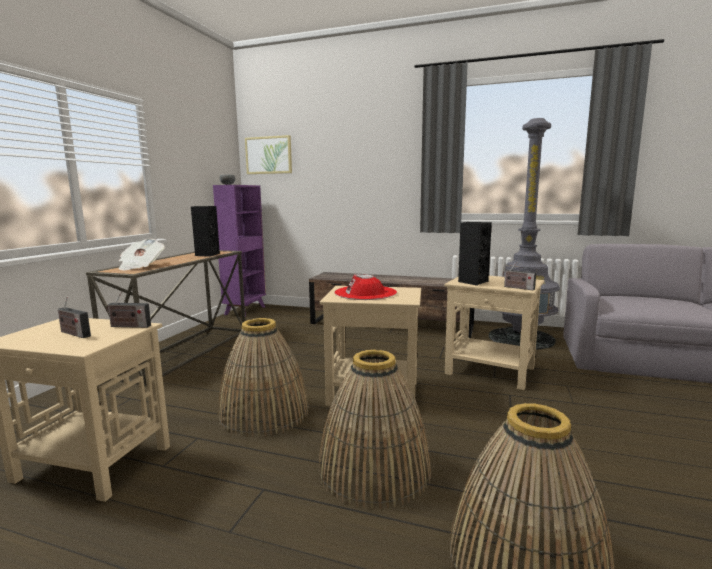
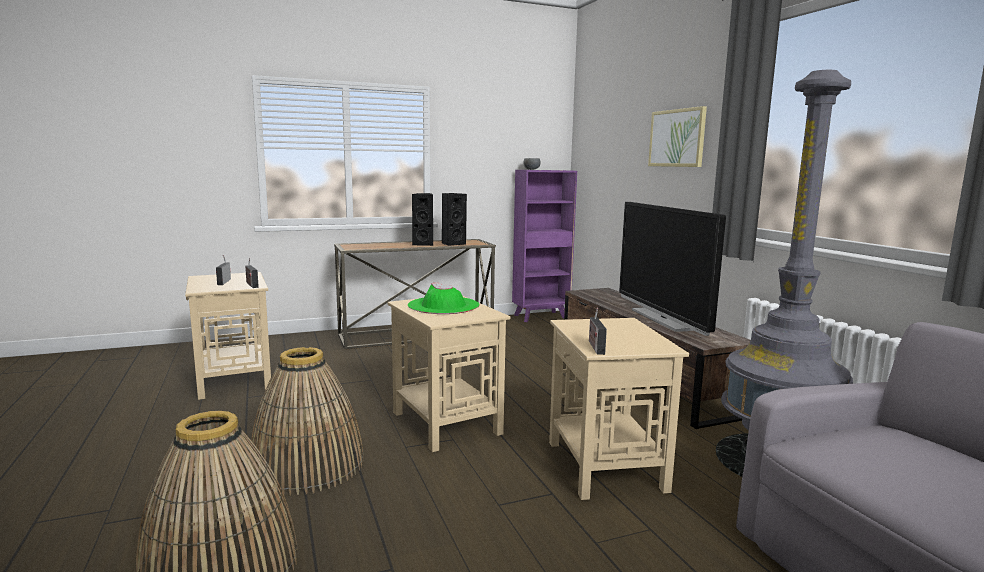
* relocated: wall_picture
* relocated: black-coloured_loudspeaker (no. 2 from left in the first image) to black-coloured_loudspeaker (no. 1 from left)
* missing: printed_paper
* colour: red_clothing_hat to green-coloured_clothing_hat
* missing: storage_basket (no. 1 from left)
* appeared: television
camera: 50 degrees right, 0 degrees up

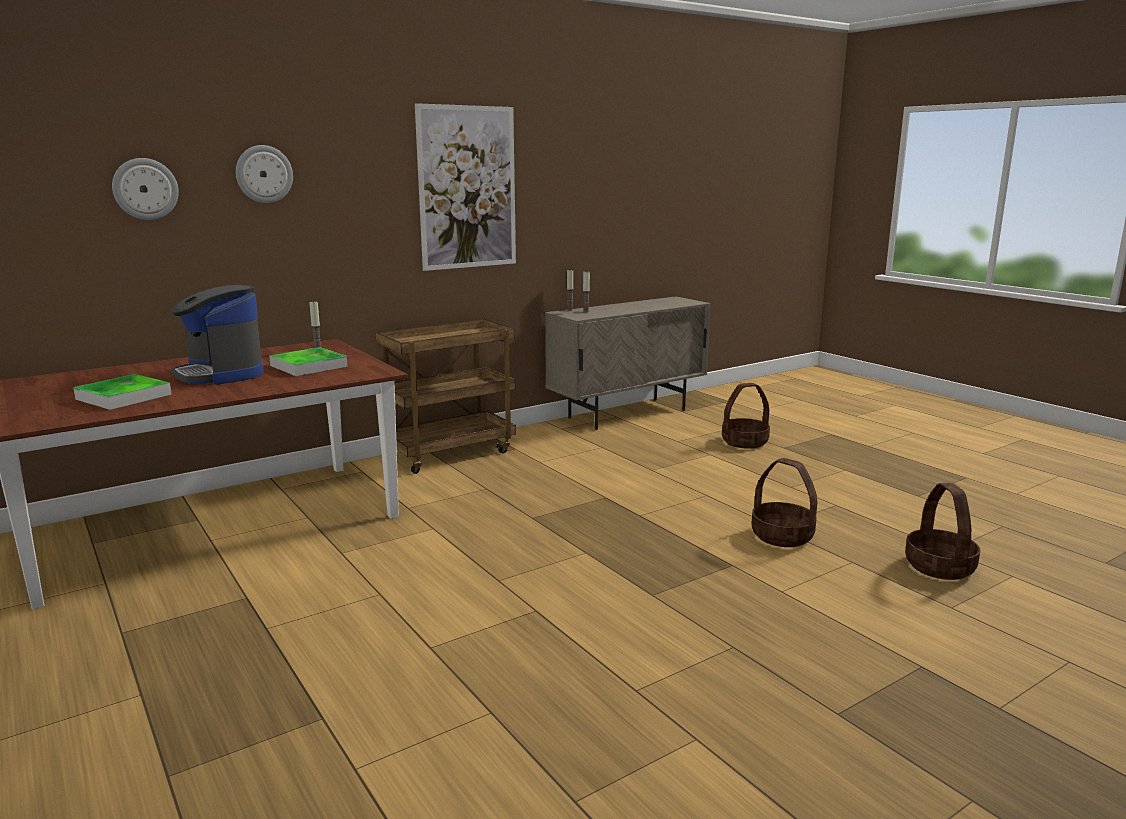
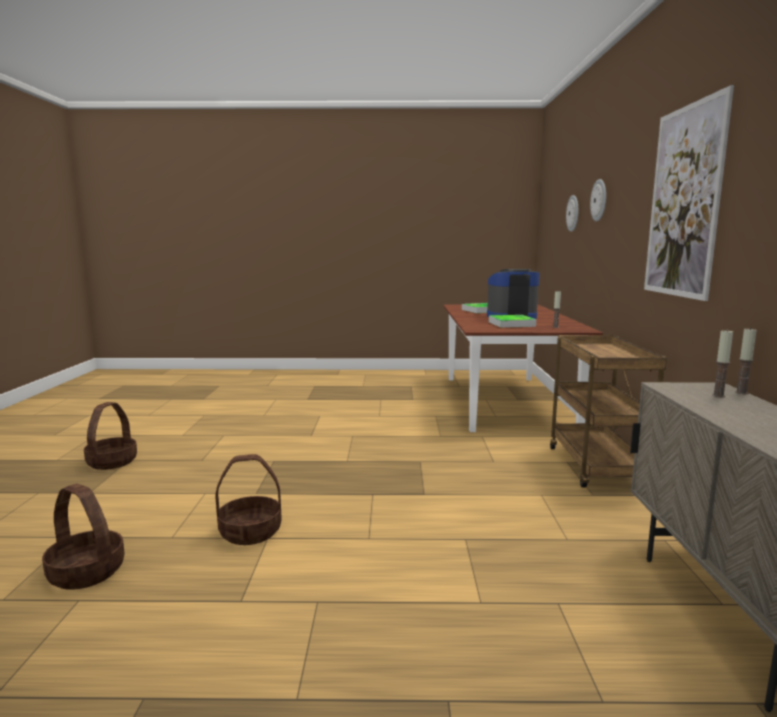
* relocated: storage_basket (no. 1 from left in the first image) to storage_basket (no. 2 from left)
camera: 125 degrees right, 5 degrees down

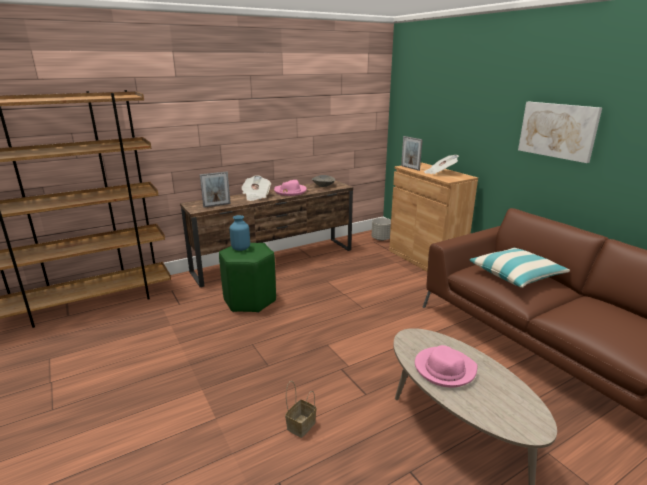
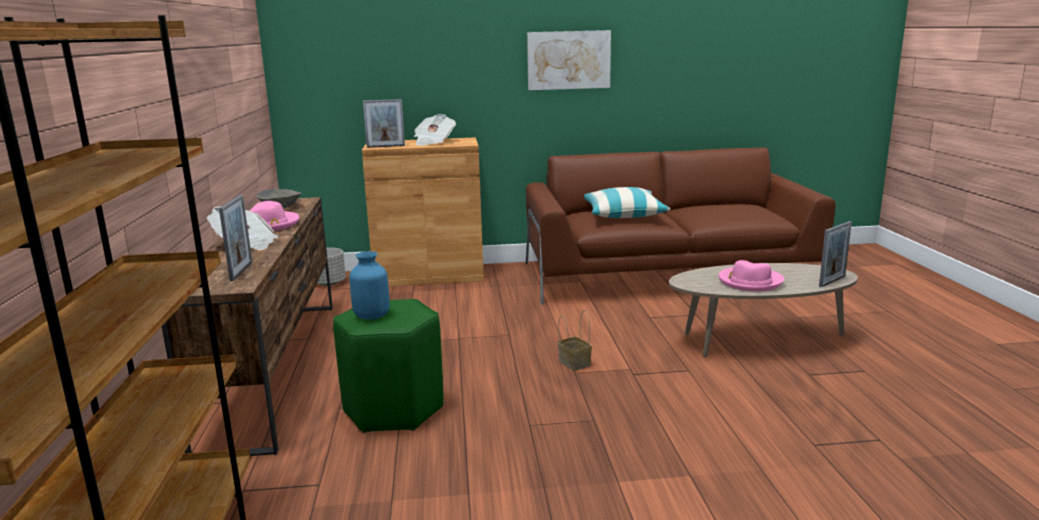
* relocated: storage_basket
* appeared: picture_frame (no. 3 from left)
camera: 65 degrees left, 5 degrees down

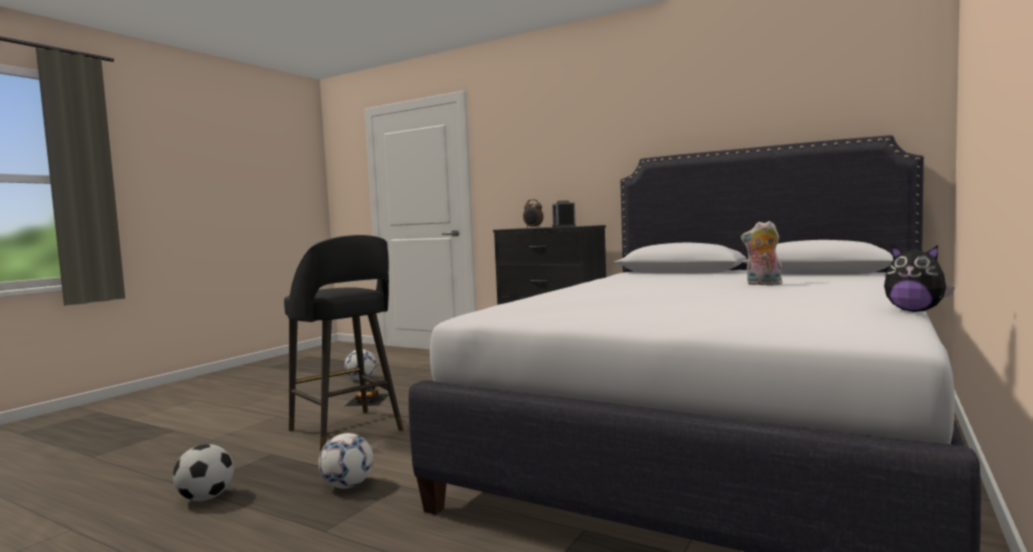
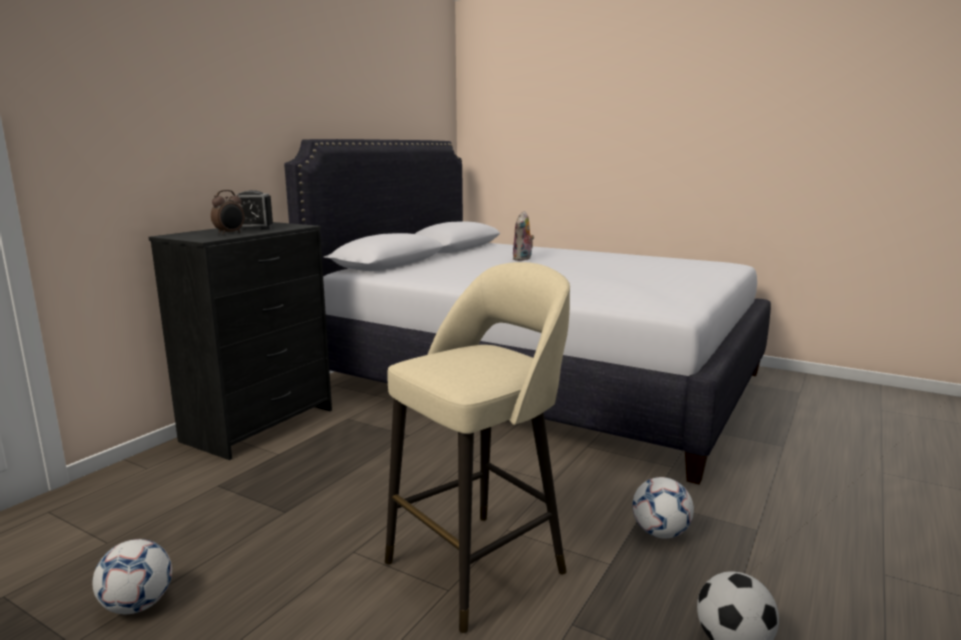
* colour: black-coloured_stool_seat to sand-coloured_stool_seat
* missing: plush_toy (no. 2 from left)
* missing: model_car
camera: 90 degrees left, 10 degrees up

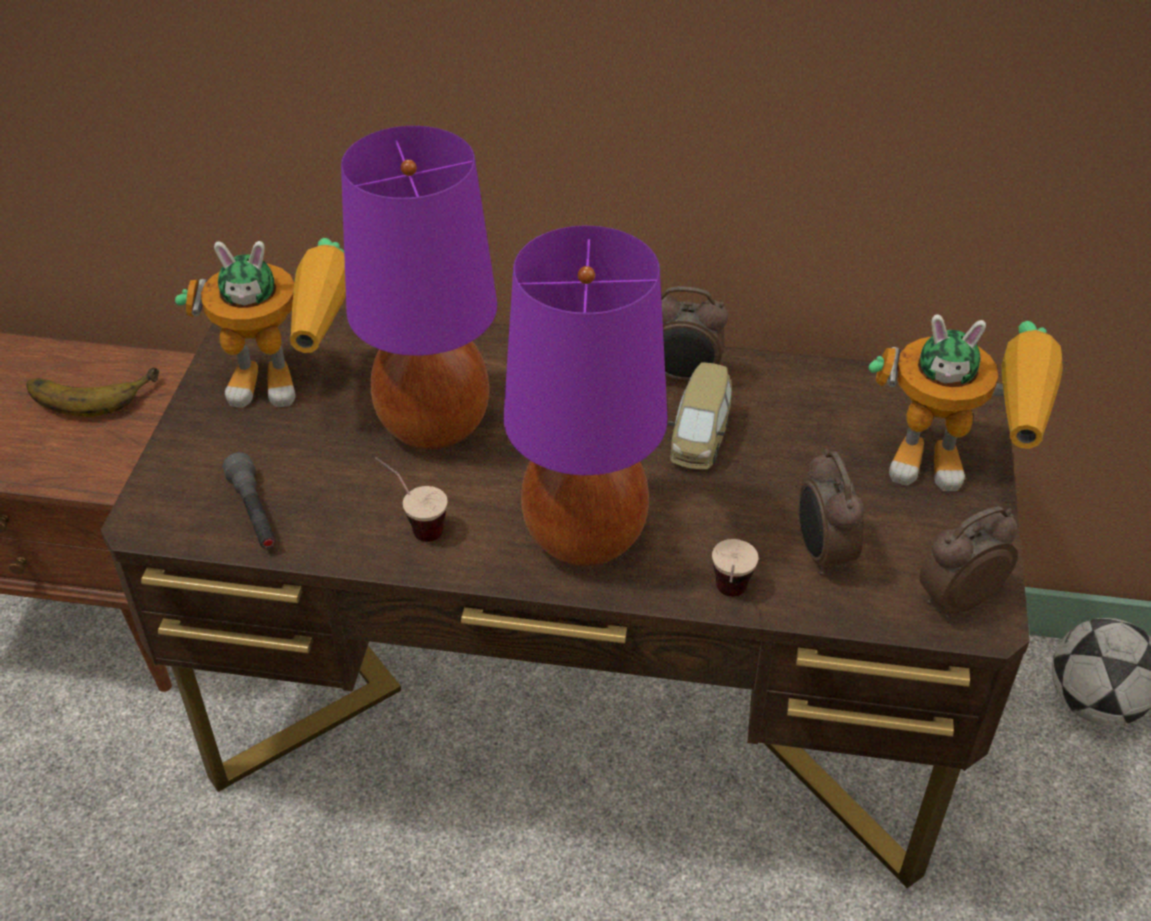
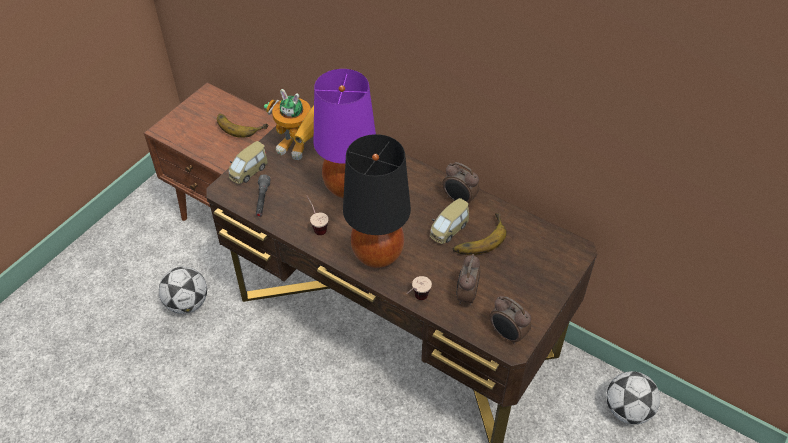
* colour: purplish_table_lamp (no. 2 from left) to black-coloured_table_lamp
* missing: model_robot (no. 2 from left)
* spun: table_clock (no. 3 from left) 135 degrees counterclockwise
* appeared: model_car (no. 1 from left)
* appeared: banana (no. 2 from left)
* appeared: ball_for_football (no. 1 from left)
camera: 25 degrees right, 5 degrees up

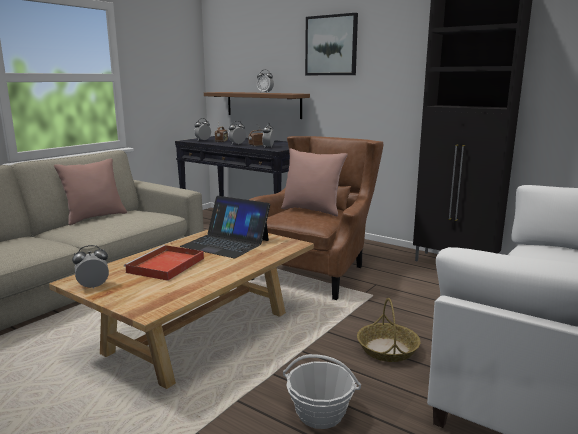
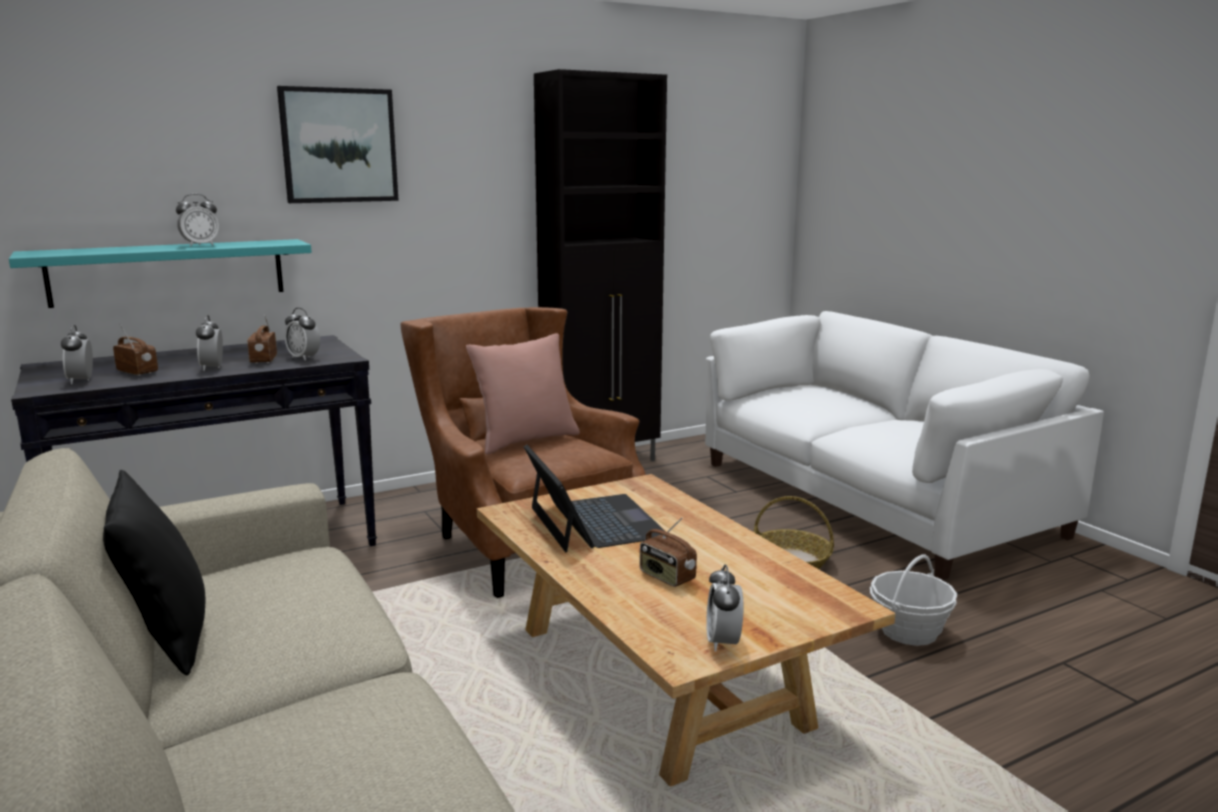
* colour: brown-coloured_wall_shelf to turquoise_wall_shelf
* colour: pink-coloured_cushion (no. 1 from left) to black-coloured_cushion
* spun: portable_computer 75 degrees counterclockwise
* exchanged: red_serving_tray to radio (no. 3 from left)
camera: 65 degrees left, 0 degrees up

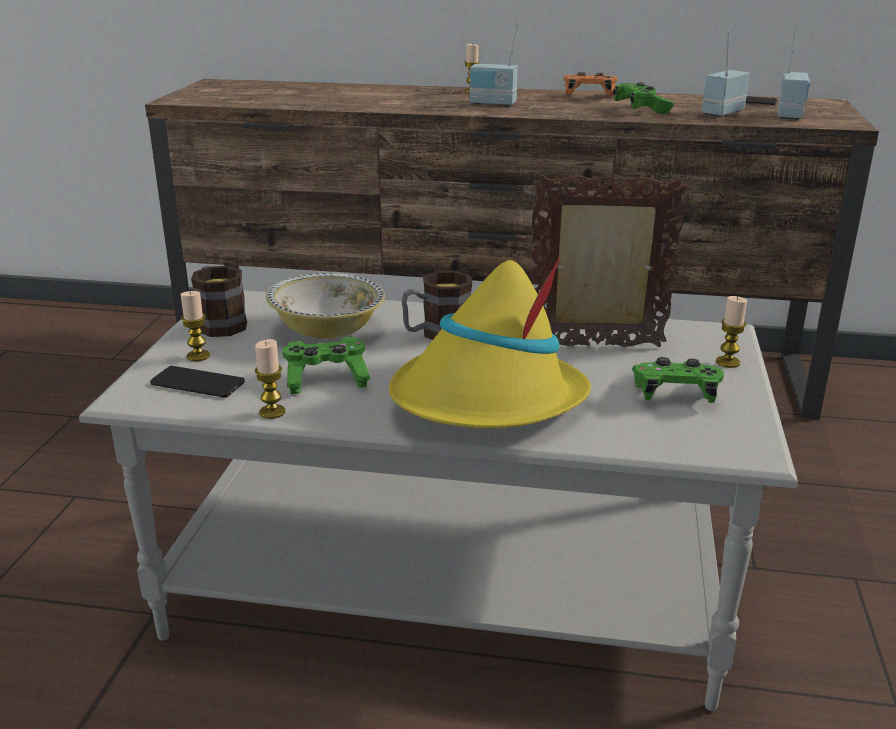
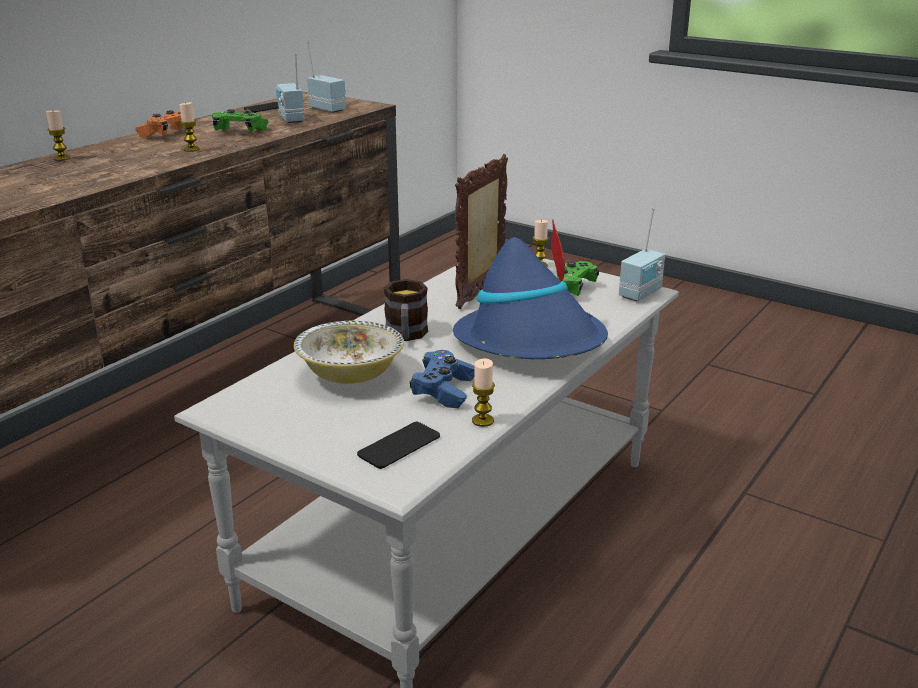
* relocated: radio (no. 1 from left in the first image) to radio (no. 3 from left)
* colour: yellow_clothing_hat to blue_clothing_hat
* missing: coffee_mug (no. 1 from left)
* relocated: candle (no. 1 from left in the first image) to candle (no. 2 from left)
* colour: green-coloured_gamepad (no. 1 from left) to blue_gamepad
camera: 65 degrees left, 0 degrees up

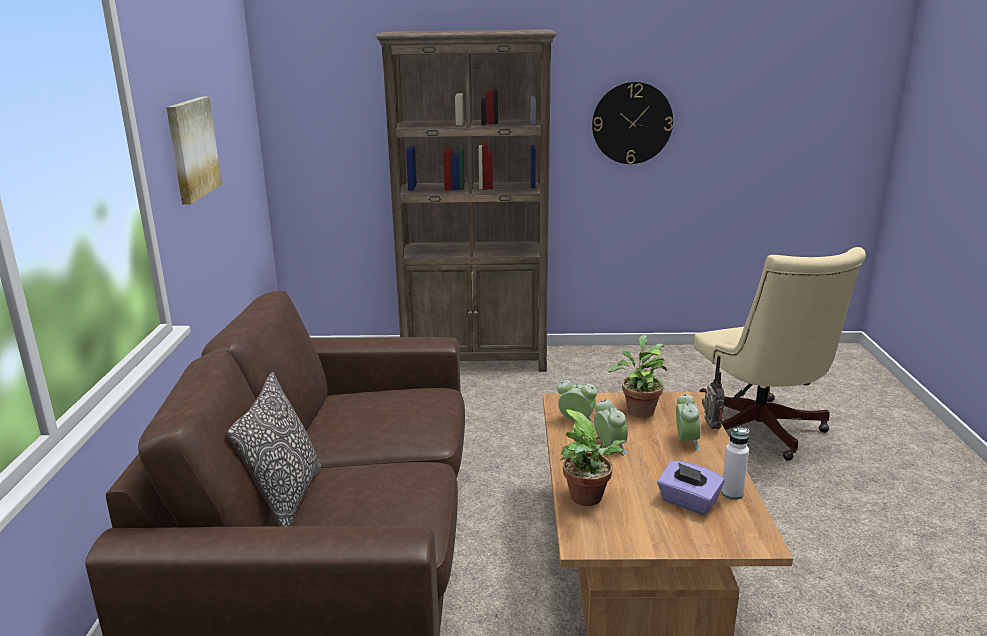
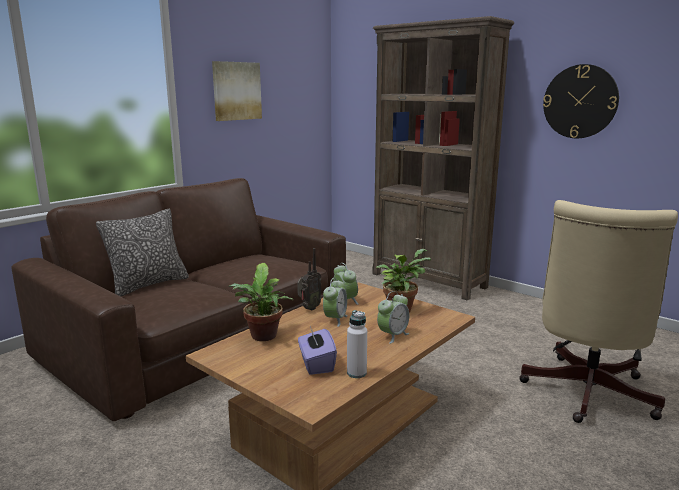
* relocated: radio
camera: 40 degrees right, 5 degrees down

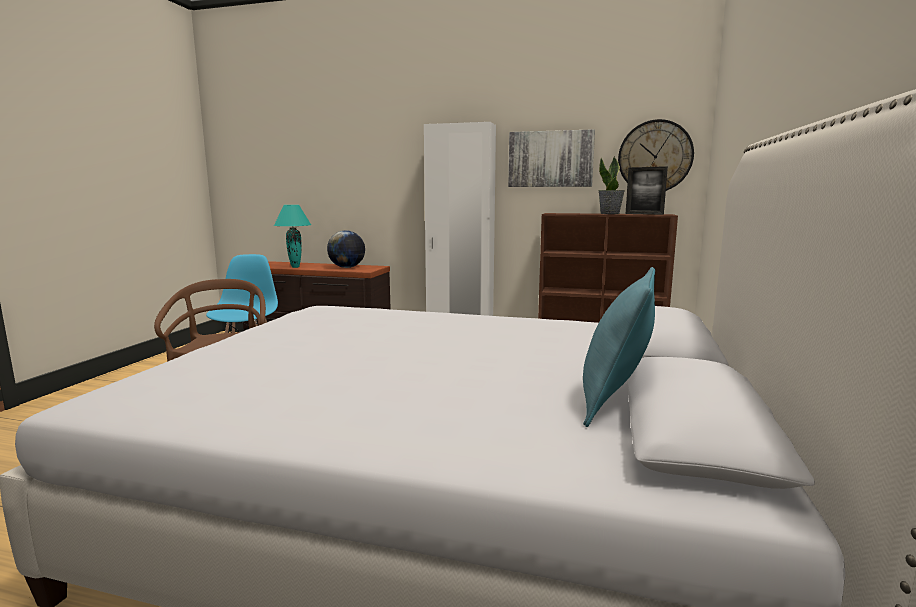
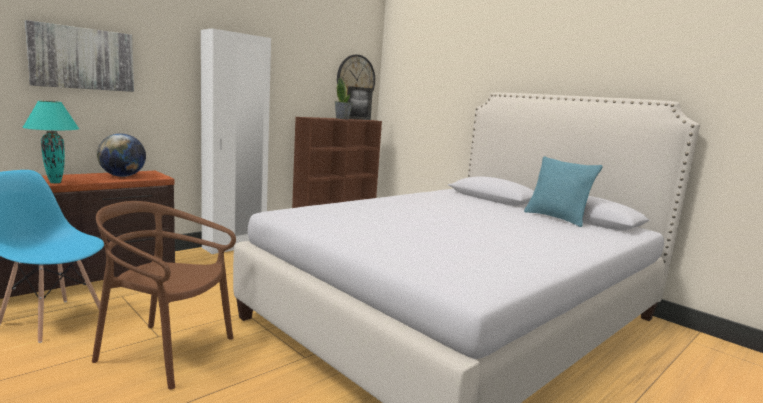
* relocated: wall_picture
camera: 60 degrees left, 0 degrees up

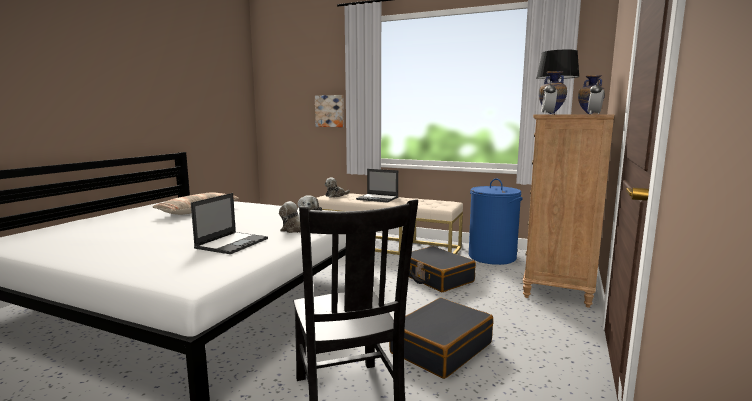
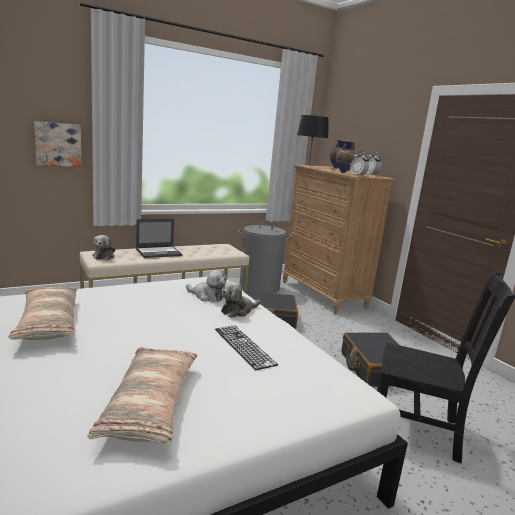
* colour: blue_laundry_basket to greyish_laundry_basket
* exchanged: portable_computer (no. 1 from left) to keyboard
* appeared: cushion (no. 2 from left)
camera: 55 degrees left, 5 degrees up

